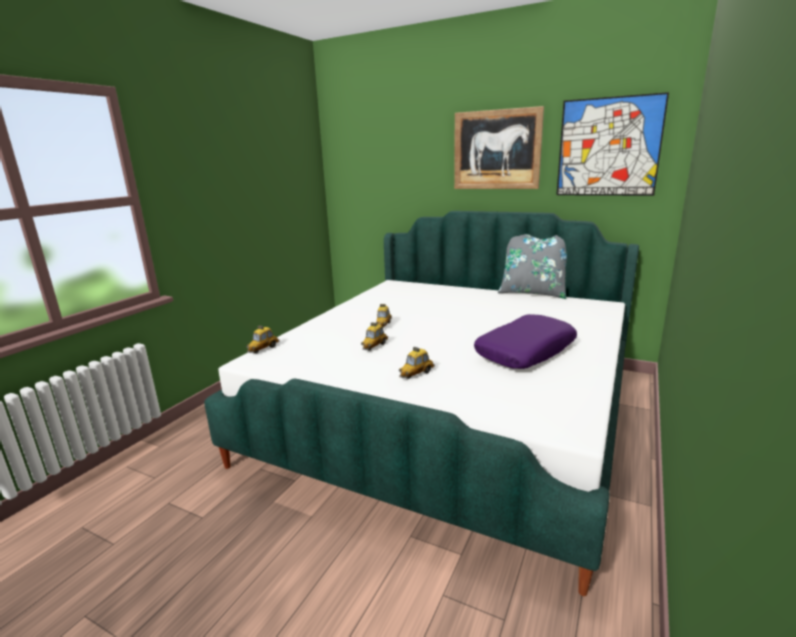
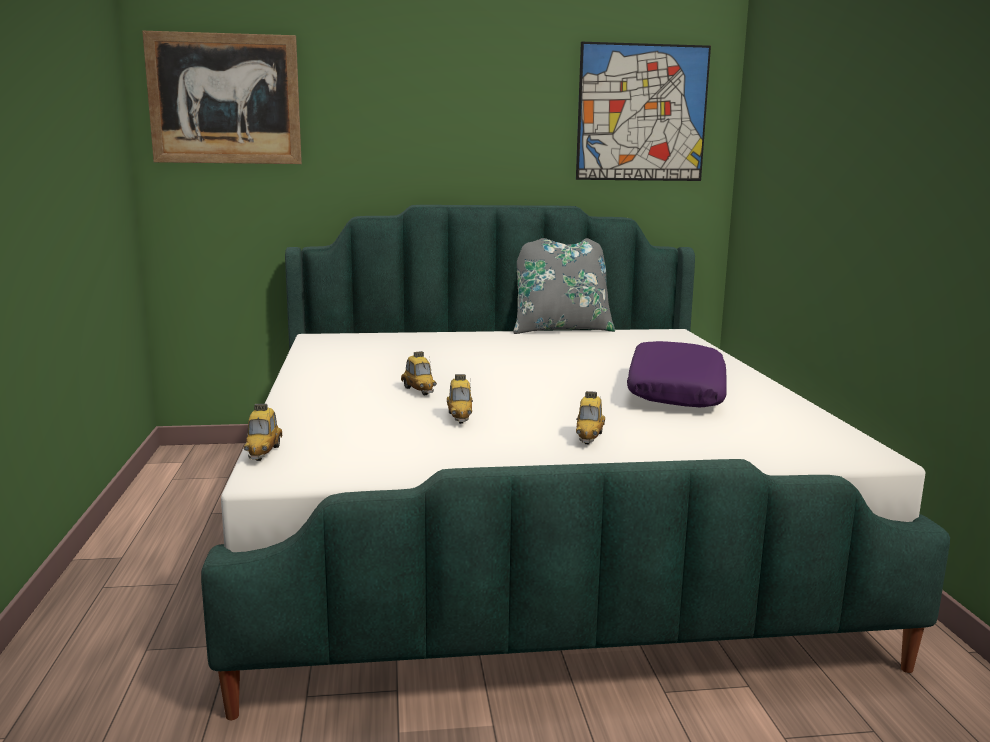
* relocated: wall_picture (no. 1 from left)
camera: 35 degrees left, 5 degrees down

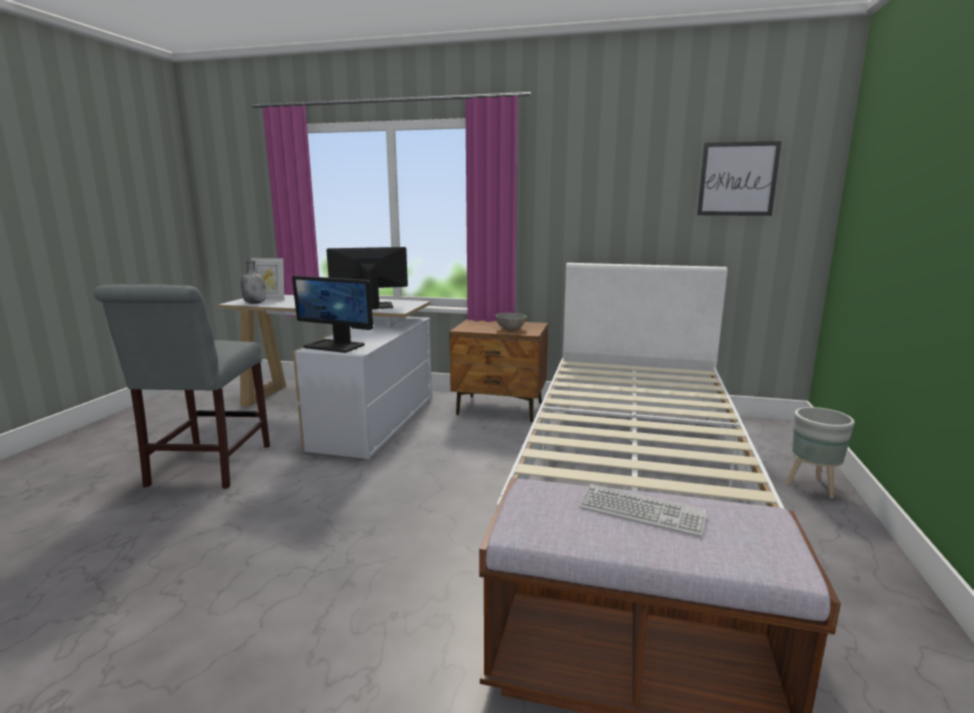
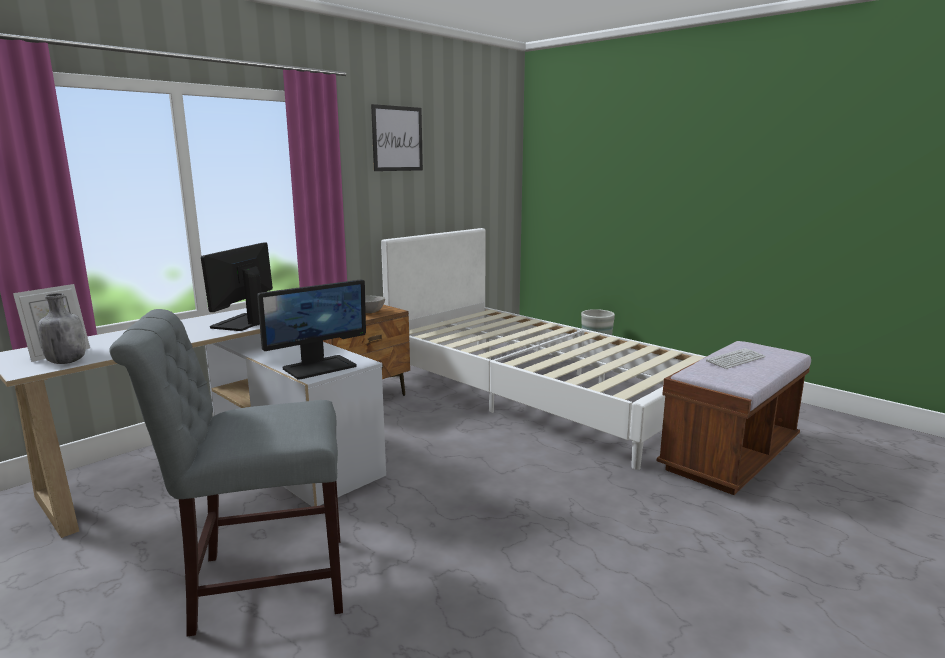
* relocated: wall_picture
* spun: greyish_upright_chair 135 degrees clockwise
camera: 60 degrees left, 0 degrees up

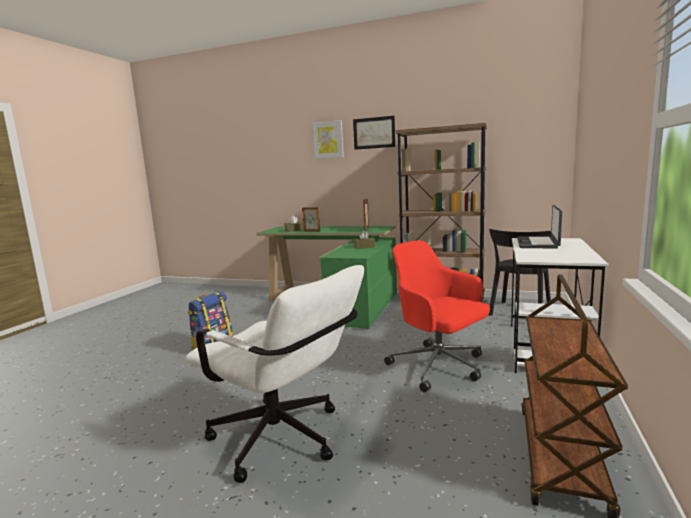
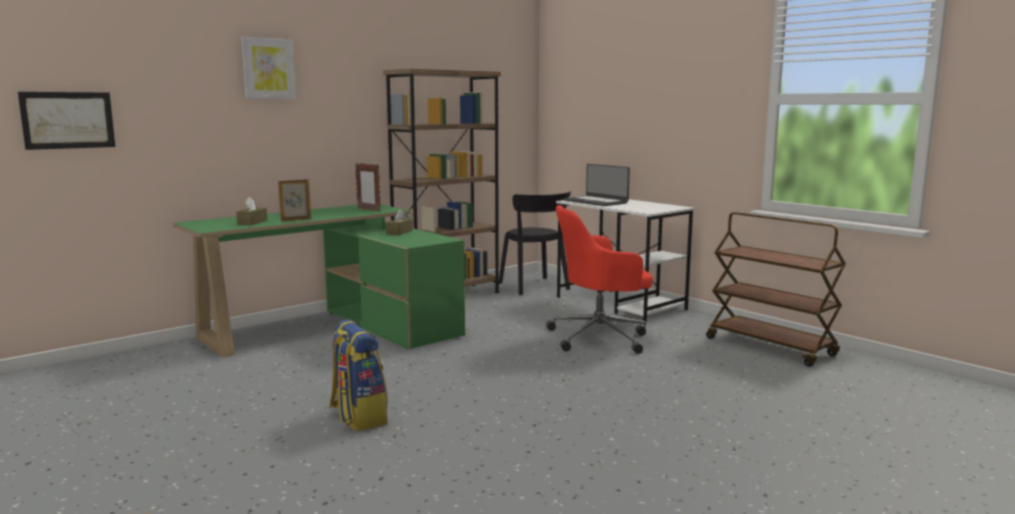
* relocated: wall_picture (no. 2 from left in the first image) to wall_picture (no. 1 from left)
* missing: white_office_chair
camera: 60 degrees left, 0 degrees up

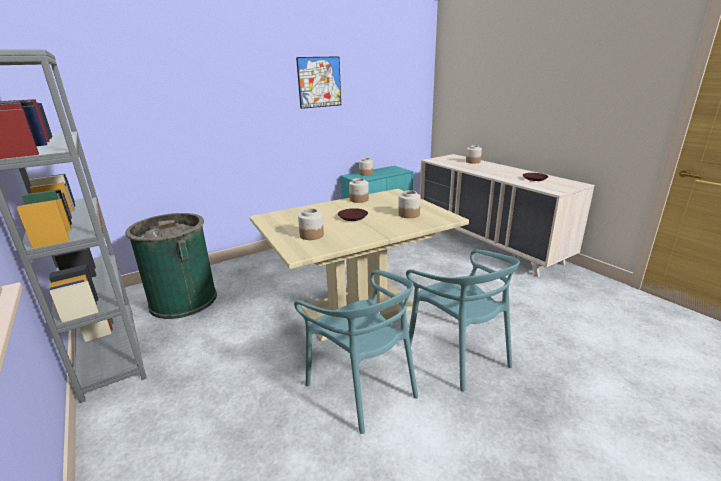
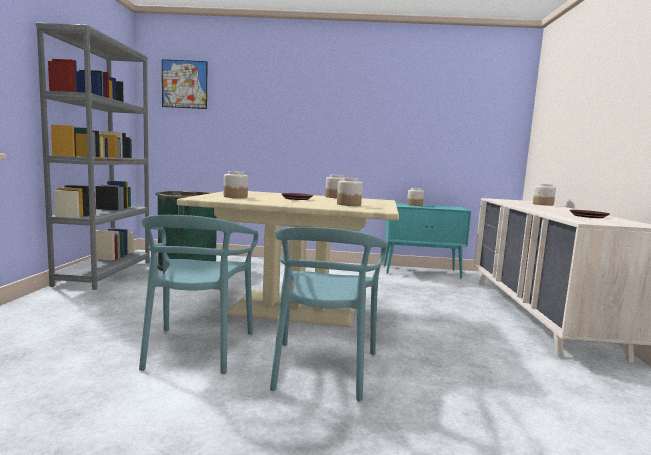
* relocated: wall_picture
camera: 35 degrees right, 15 degrees down

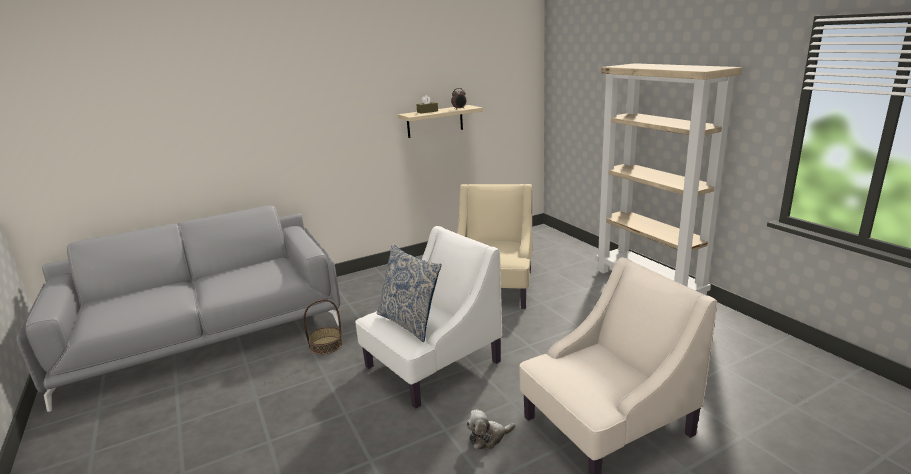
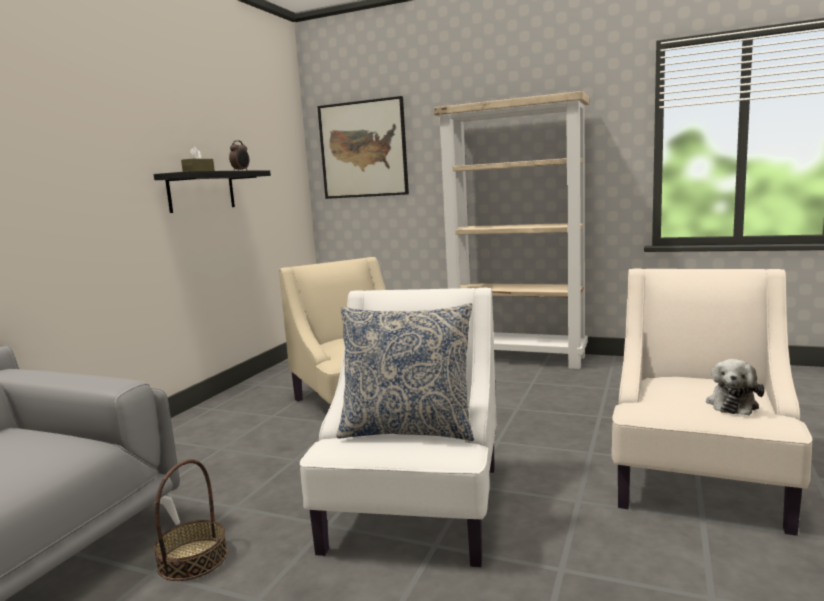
* colour: sand-coloured_wall_shelf to black-coloured_wall_shelf
* relocated: plush_toy
* appeared: wall_picture
camera: 40 degrees left, 10 degrees down

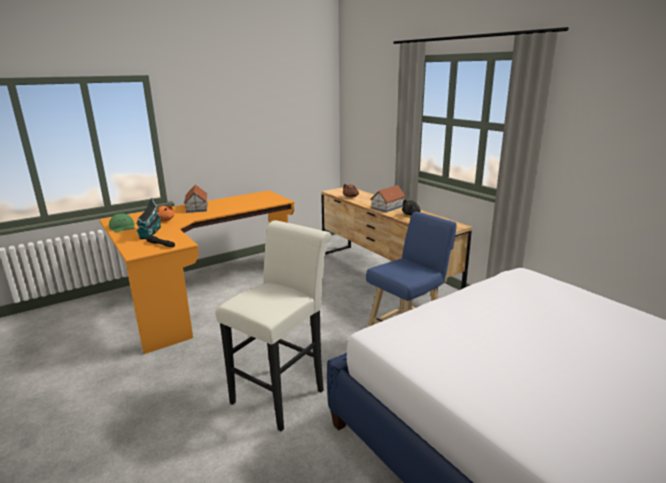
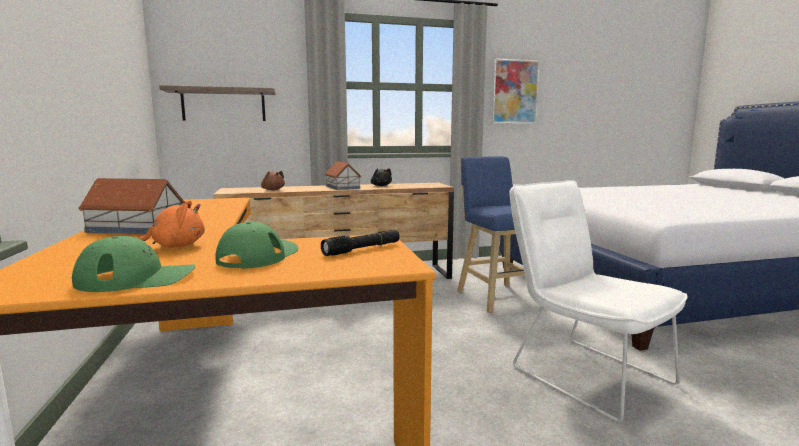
* exchanged: model_house (no. 1 from left) to green-coloured_peaked_cap (no. 2 from left)
* exchanged: white_stool_seat to white_upright_chair
* appeared: wall_picture
* appeared: wall_shelf
camera: 70 degrees left, 10 degrees down

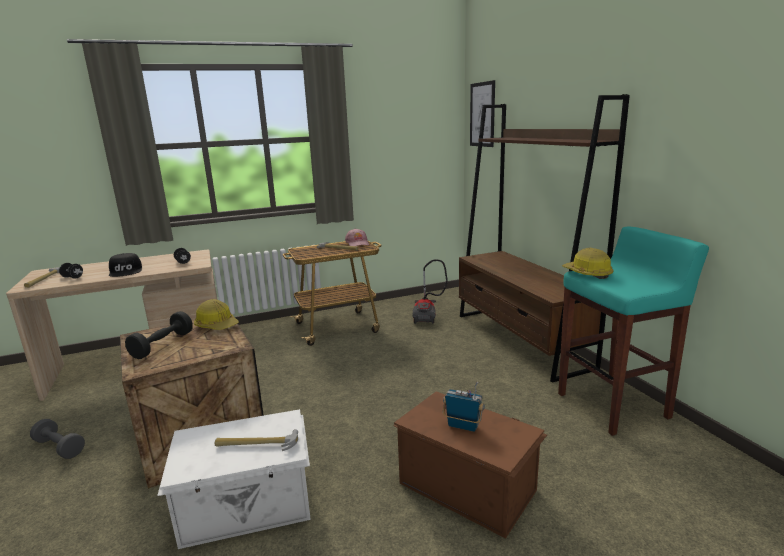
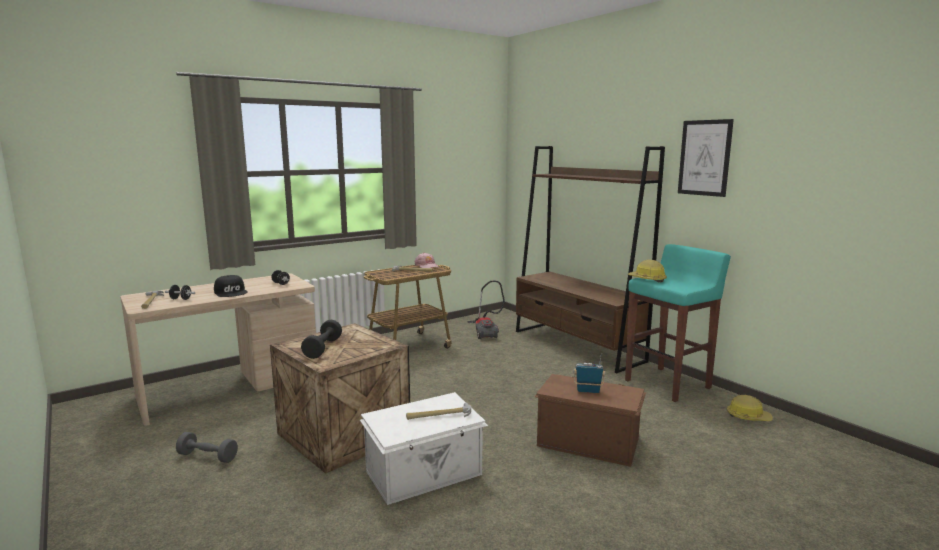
* relocated: wall_picture
* relocated: work_helmet (no. 1 from left in the first image) to work_helmet (no. 2 from left)
camera: 15 degrees left, 5 degrees down

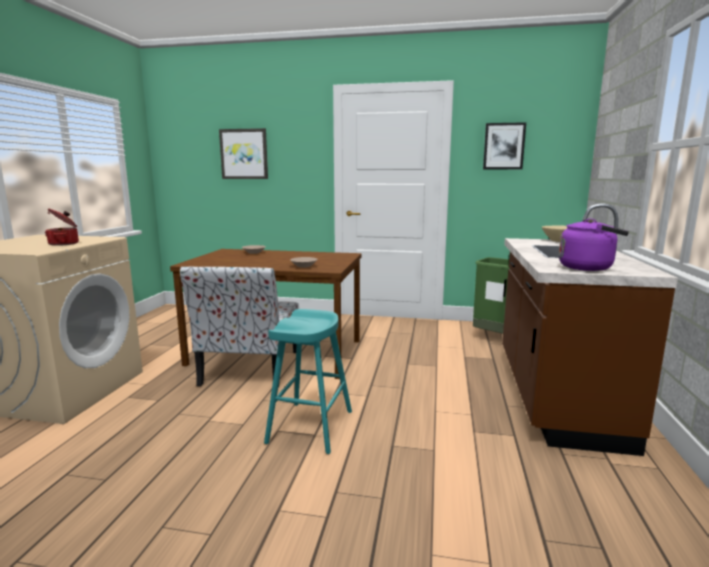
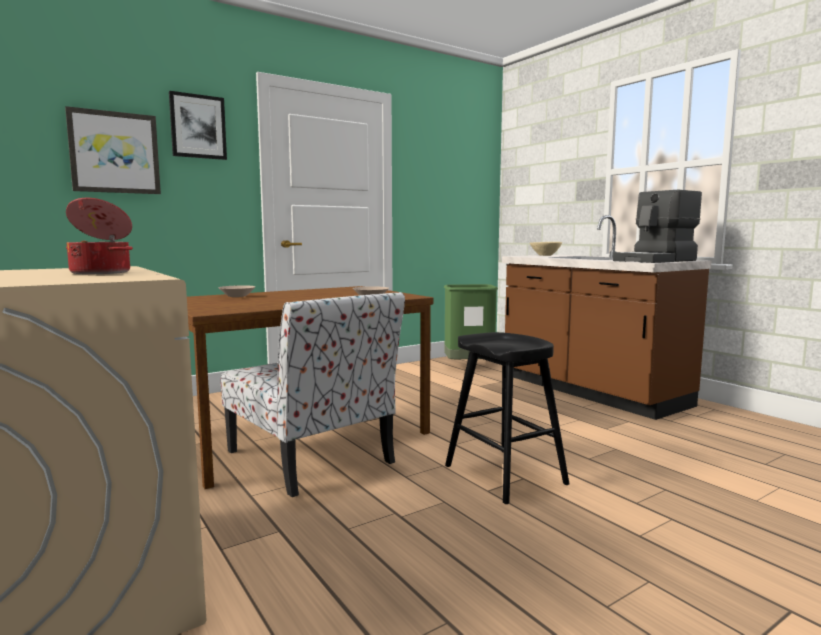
* relocated: wall_picture (no. 2 from left)
* exchanged: purplish_kettle to coffee_brewer
* colour: turquoise_stool_seat to black-coloured_stool_seat
camera: 45 degrees left, 5 degrees down

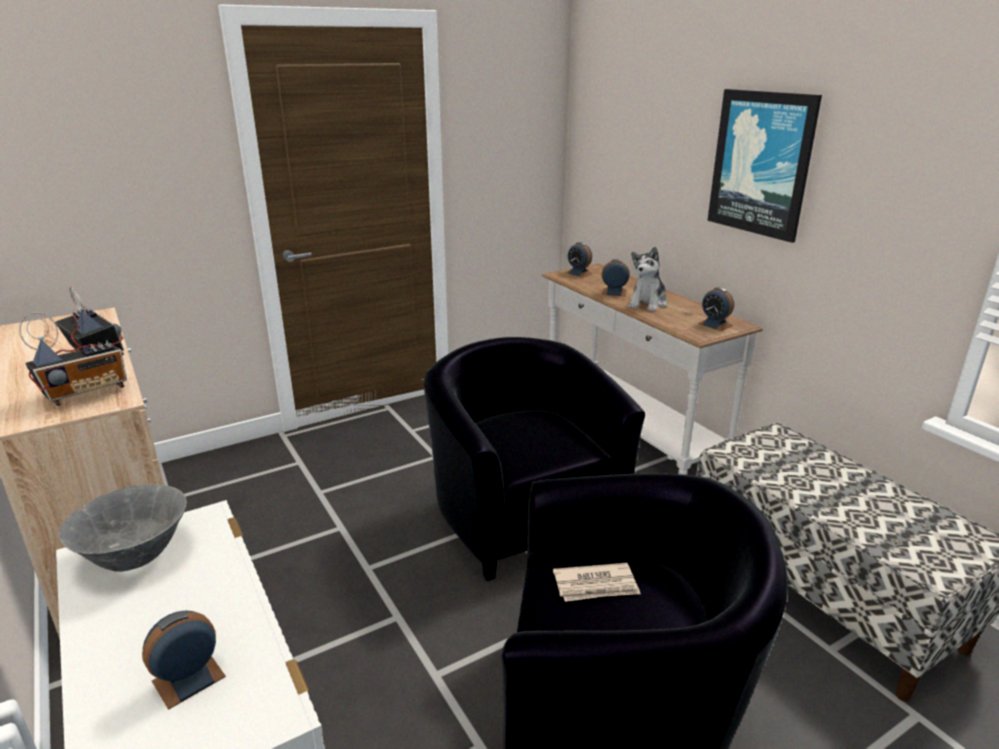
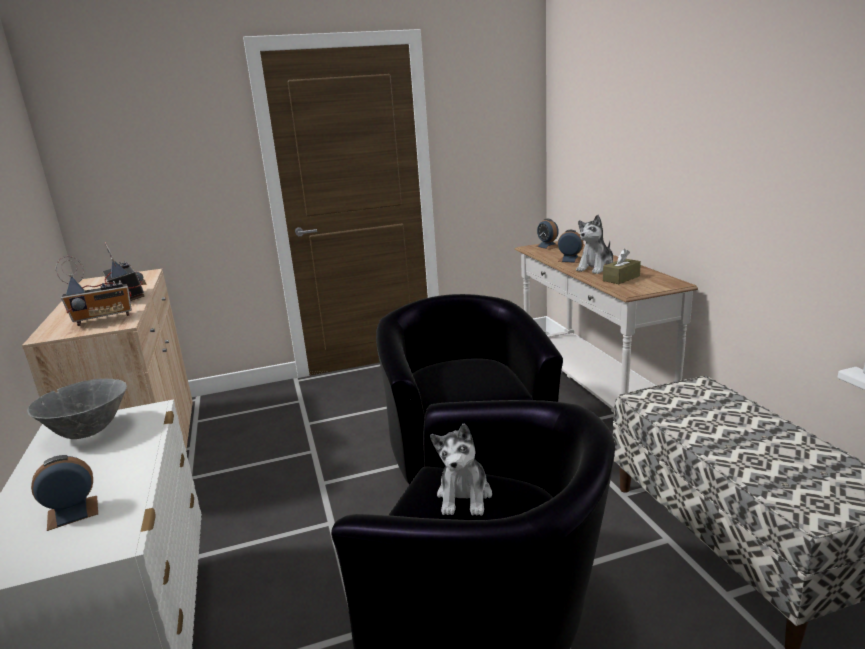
* missing: wall_picture
* missing: table_clock (no. 4 from left)
* exchanged: printed_paper to plush_toy (no. 1 from left)
* appeared: brown-coloured_box_of_tissues
camera: 15 degrees right, 5 degrees down

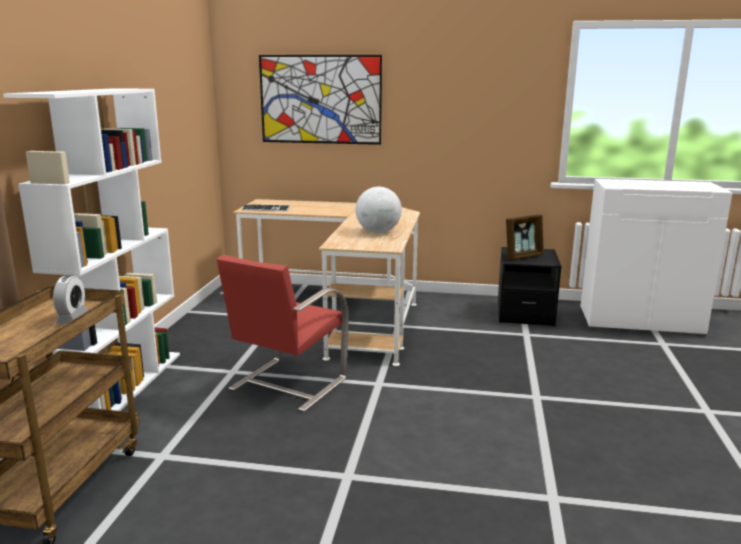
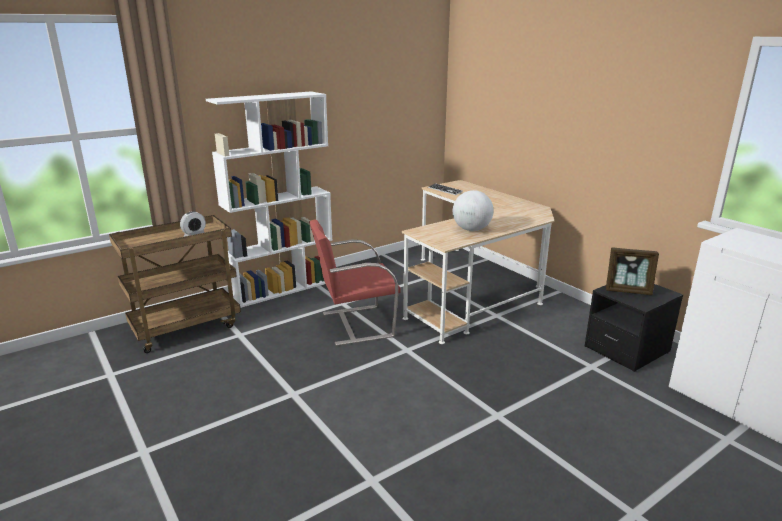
* missing: wall_picture
camera: 45 degrees right, 5 degrees up

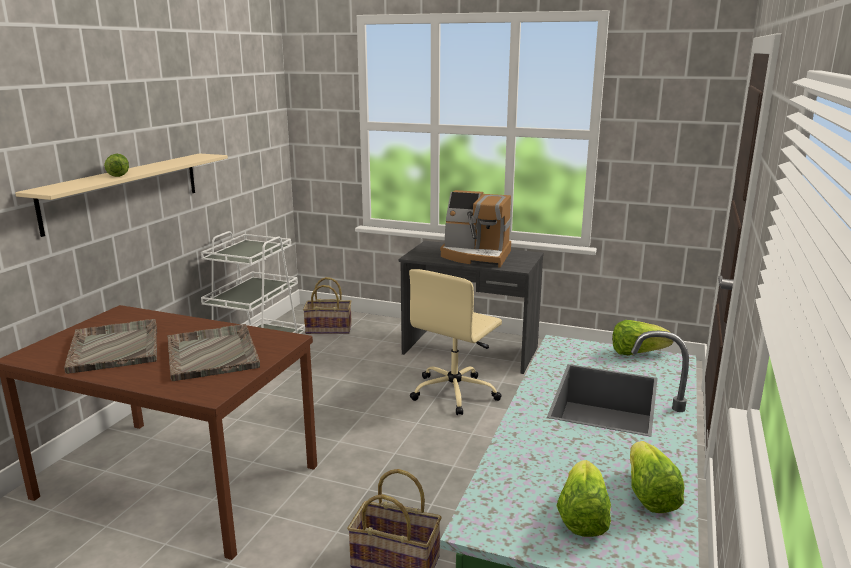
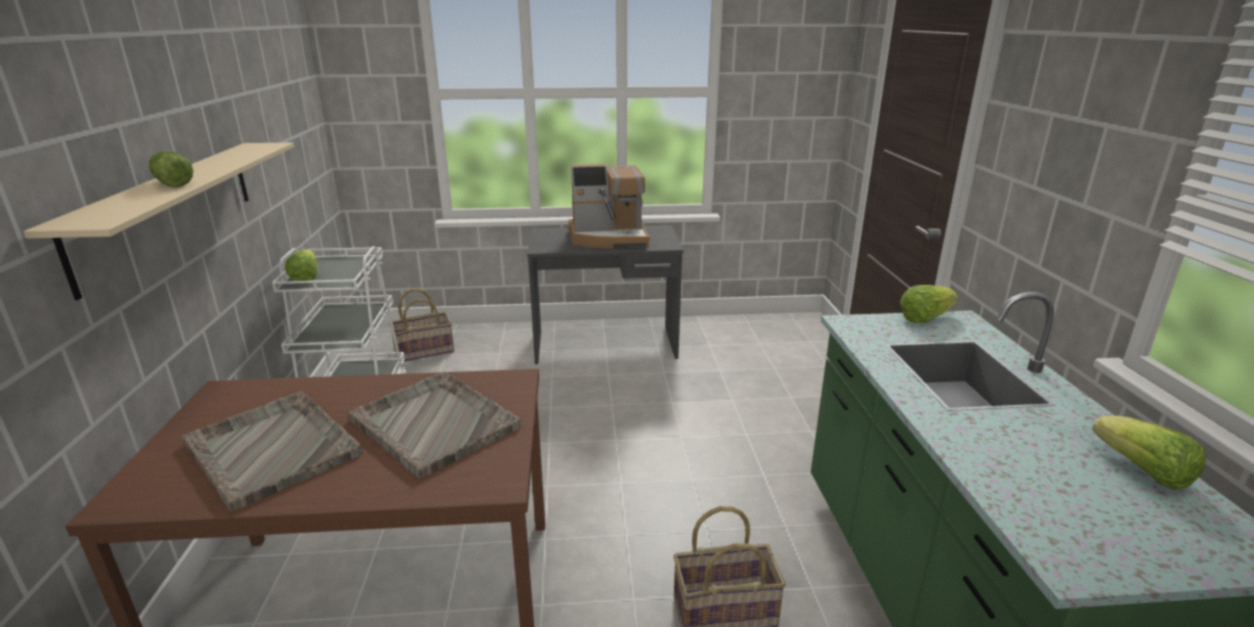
* missing: sand-coloured_office_chair
* relocated: head_of_lettuce (no. 2 from left)
camera: 25 degrees left, 5 degrees up

